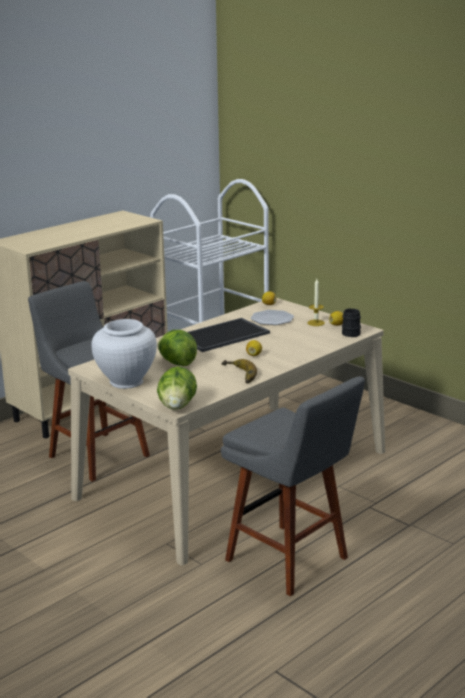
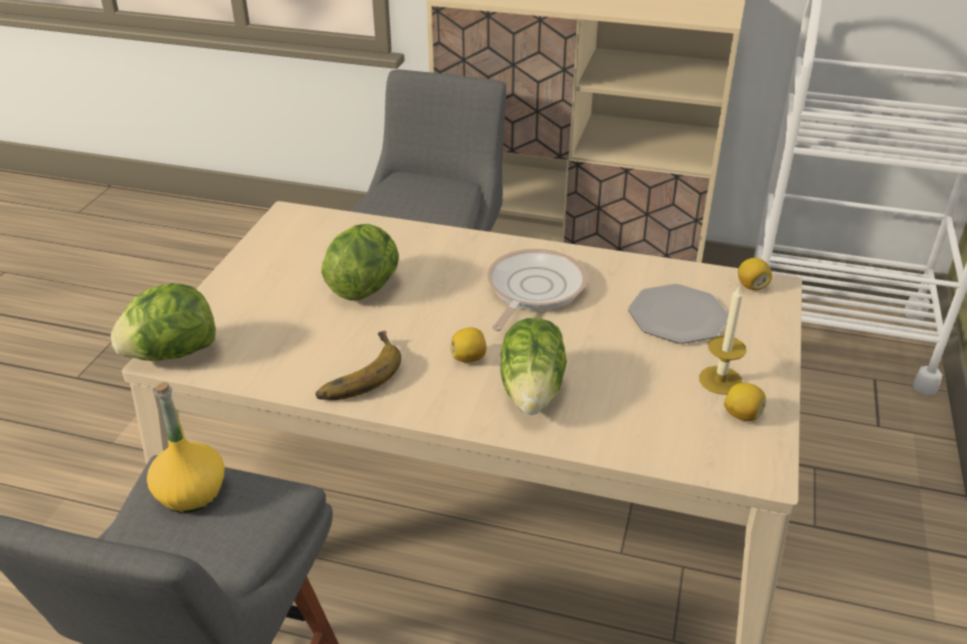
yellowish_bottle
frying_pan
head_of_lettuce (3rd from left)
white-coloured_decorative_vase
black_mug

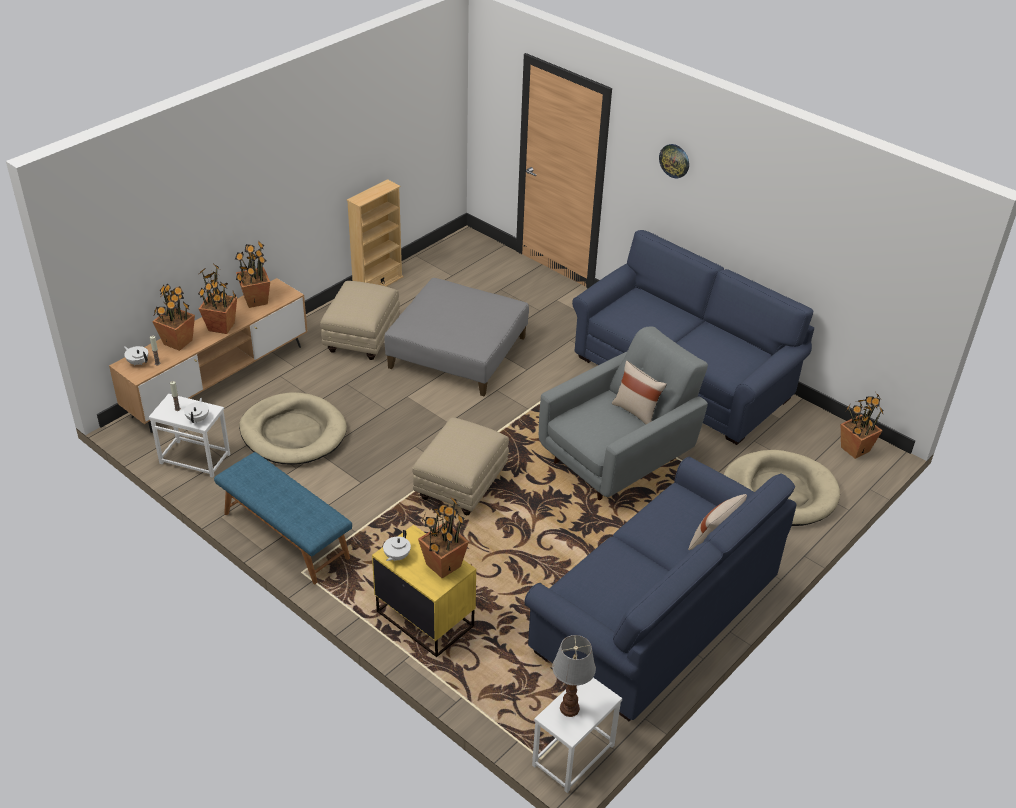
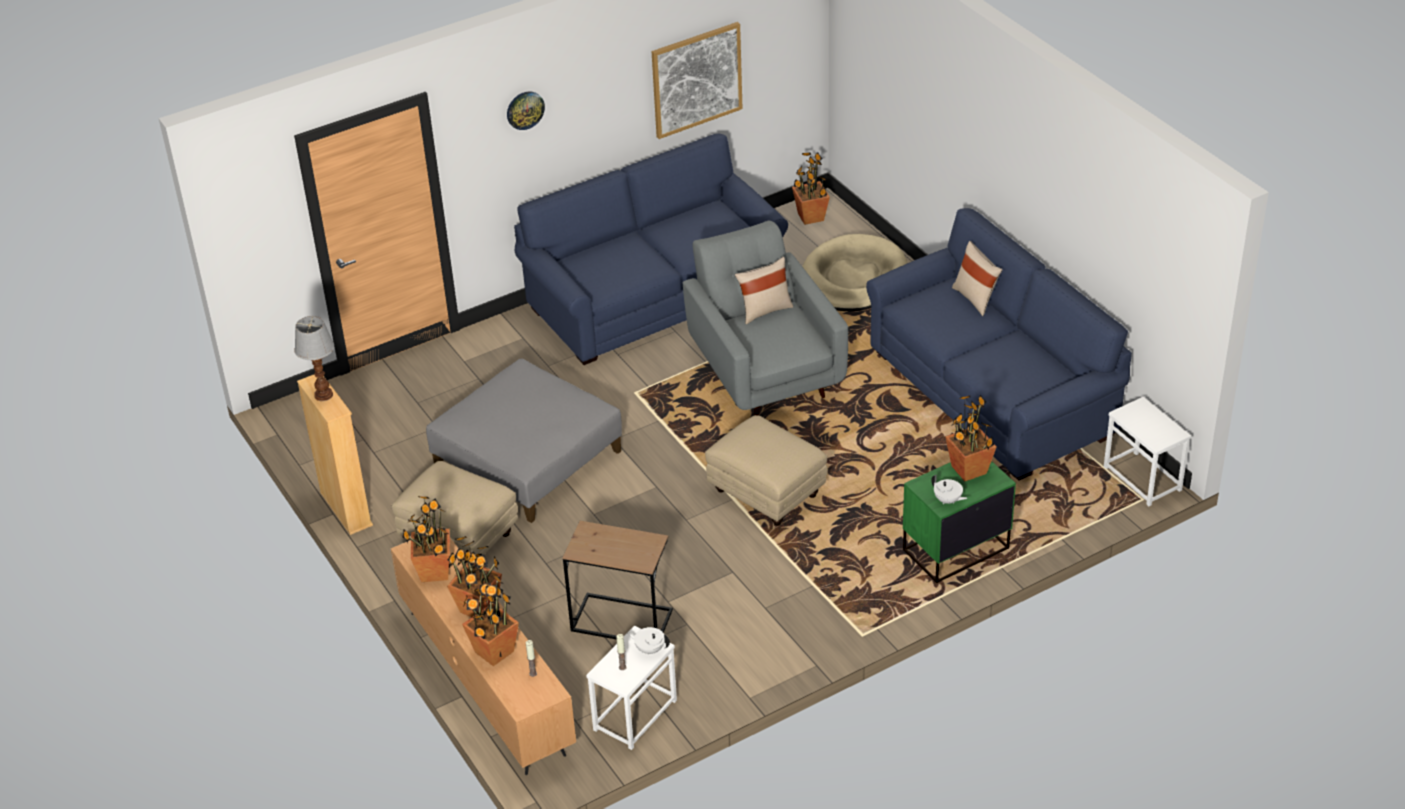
lamp_for_a_table
brownish_accent_table
wall_art
green_nightstand
white-coloured_pot_for_tea (1st from left in the first image)
blue_indoor_bench

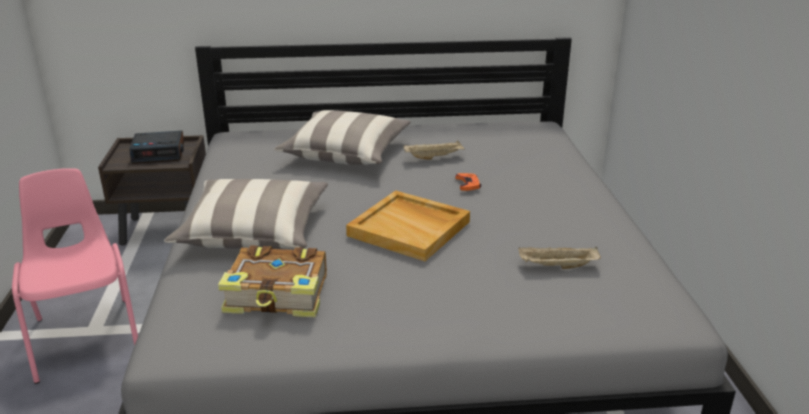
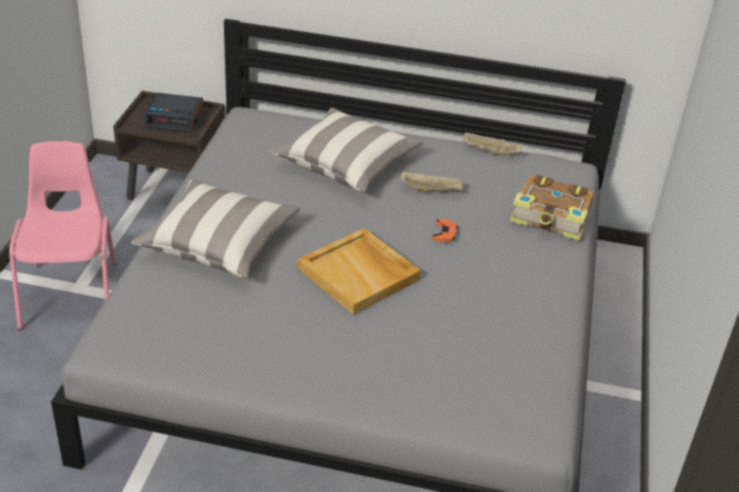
sand-coloured_tray (3rd from left)
bound_book

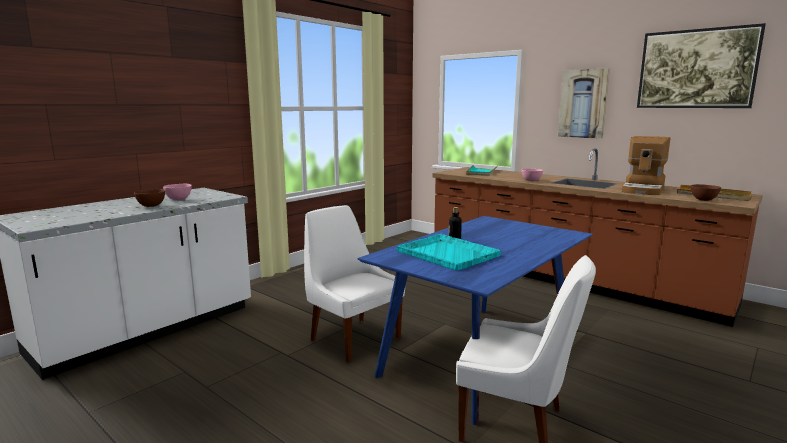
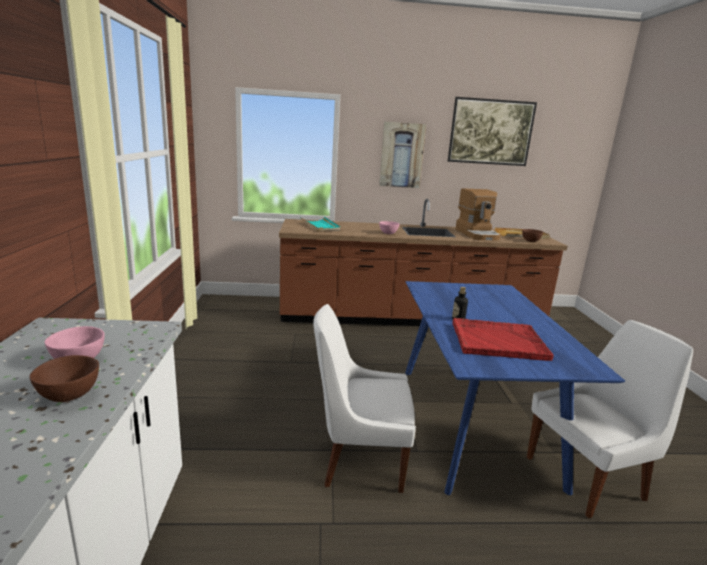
reddish_tray

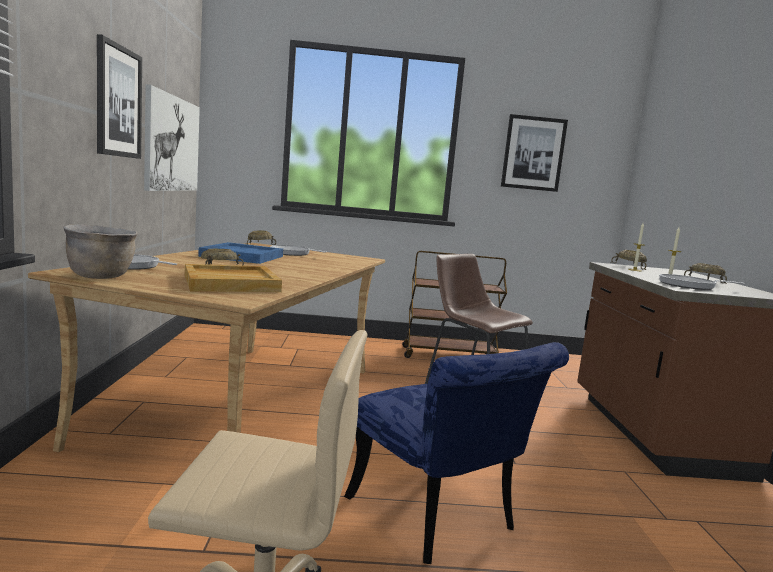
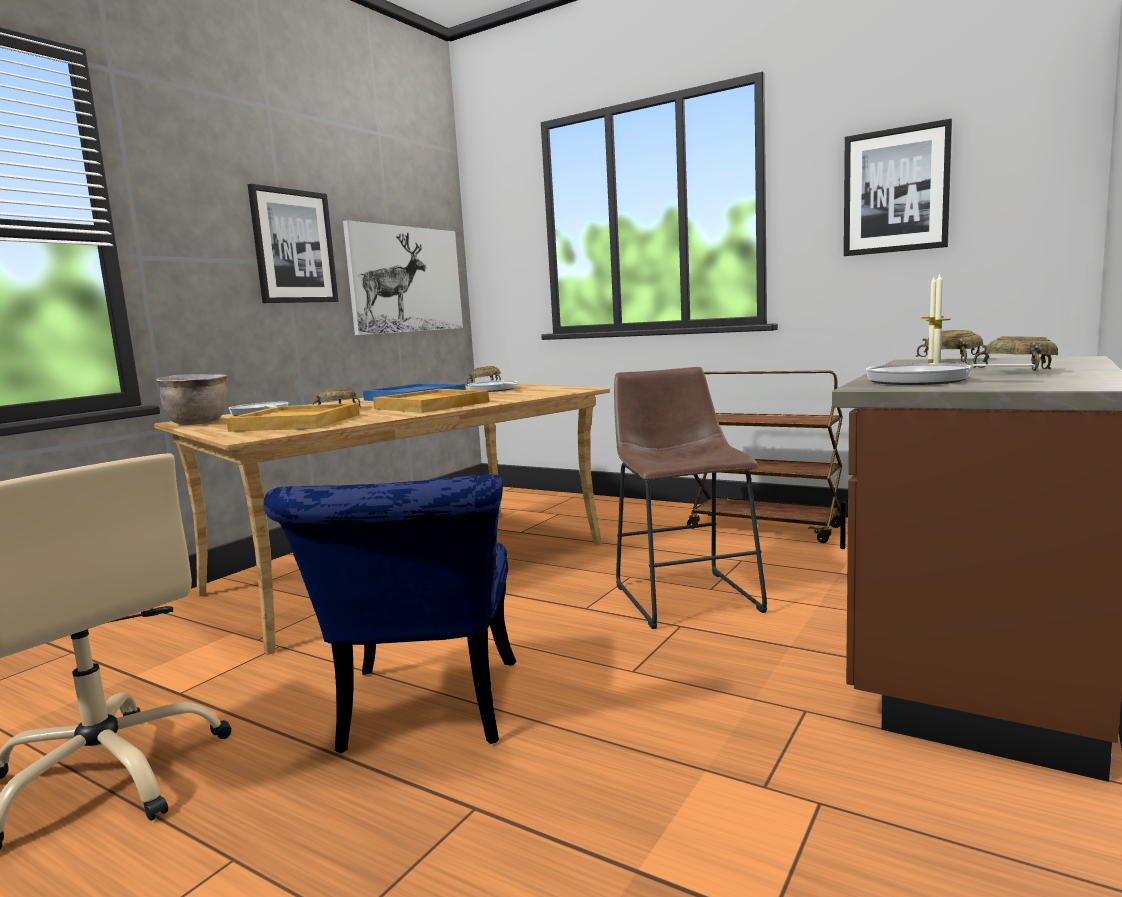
sand-coloured_tray (2nd from left)

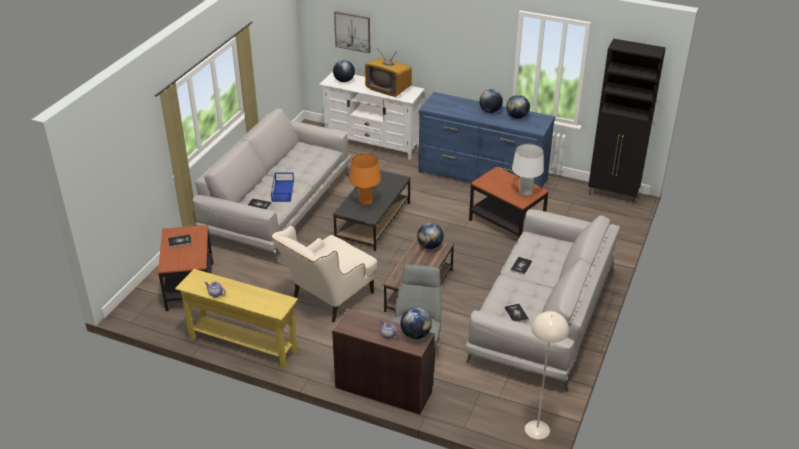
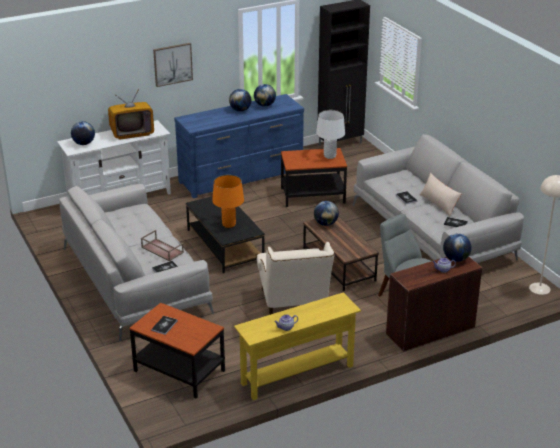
brownish_tray
wall_art
sand-coloured_cushion

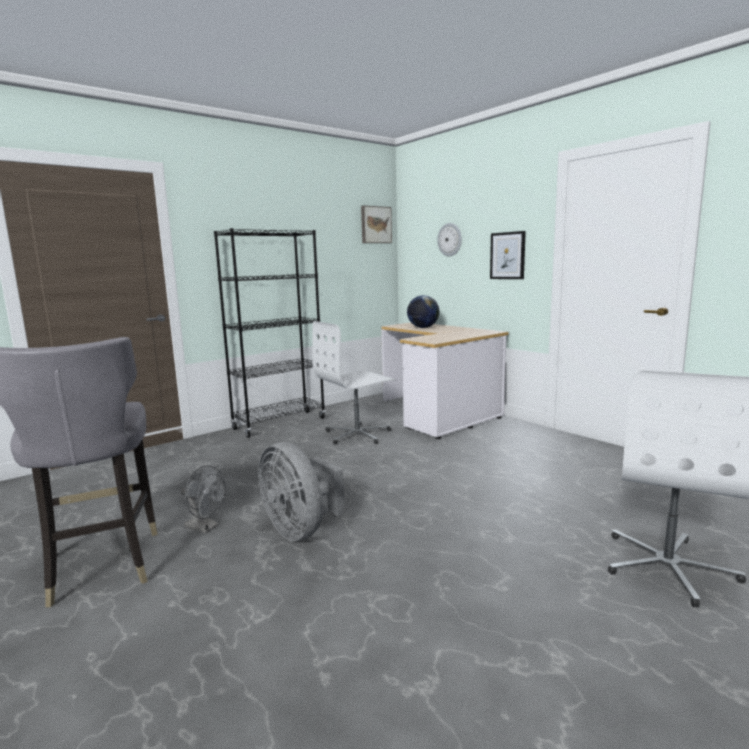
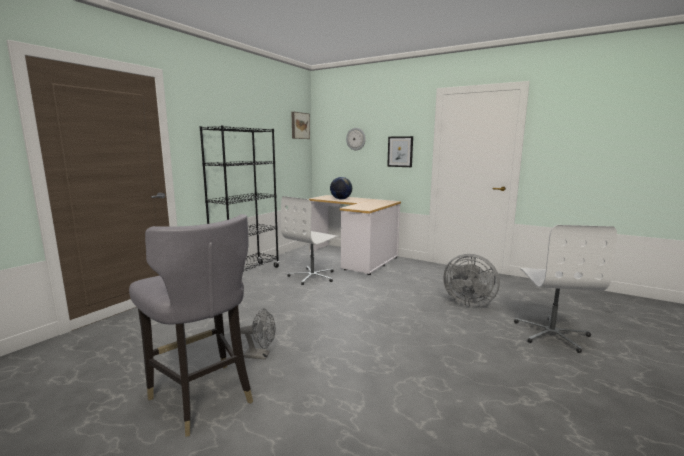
grey_fan (2nd from left)

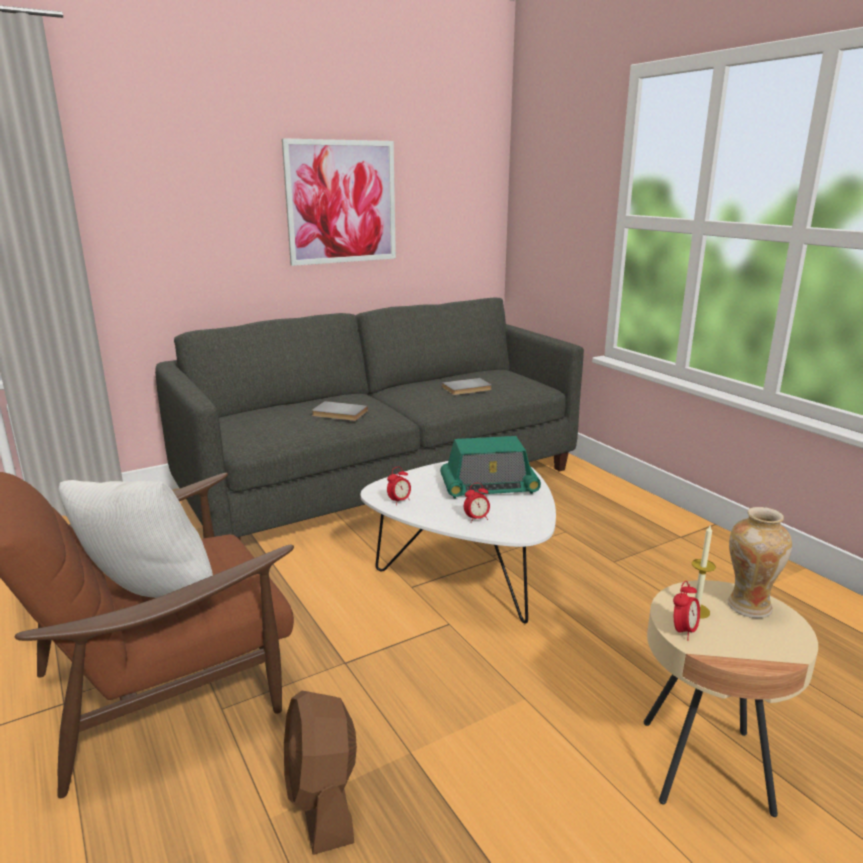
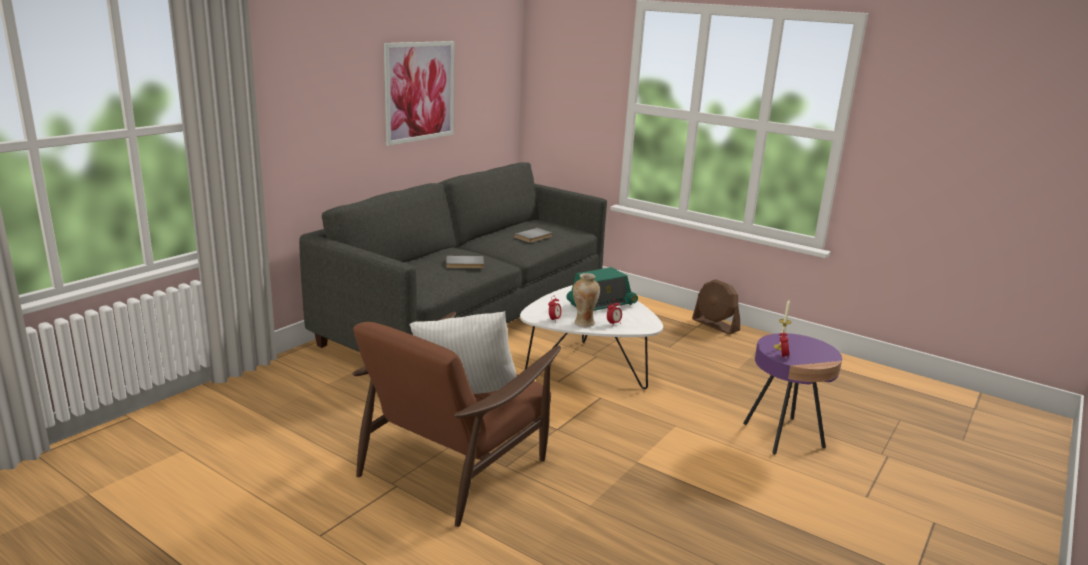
decorative_vase
brownish_fan
purple-coloured_accent_table

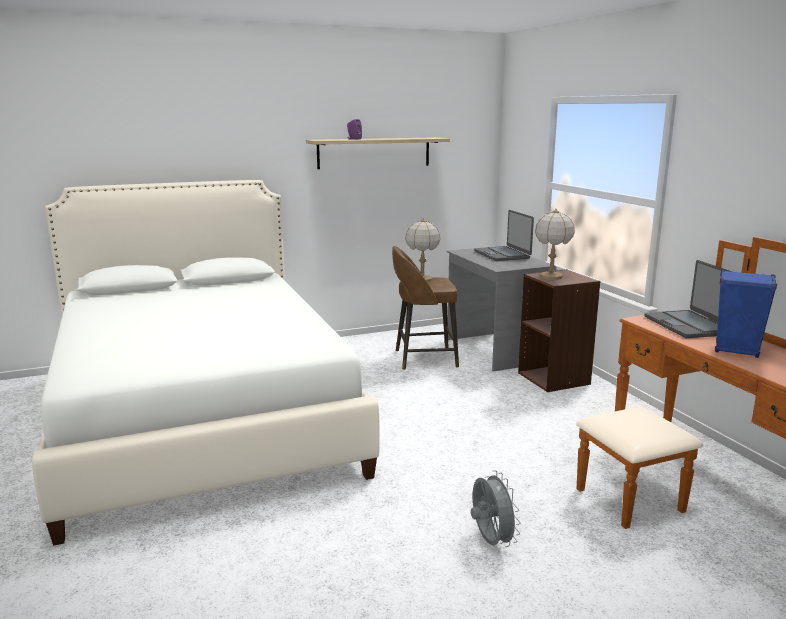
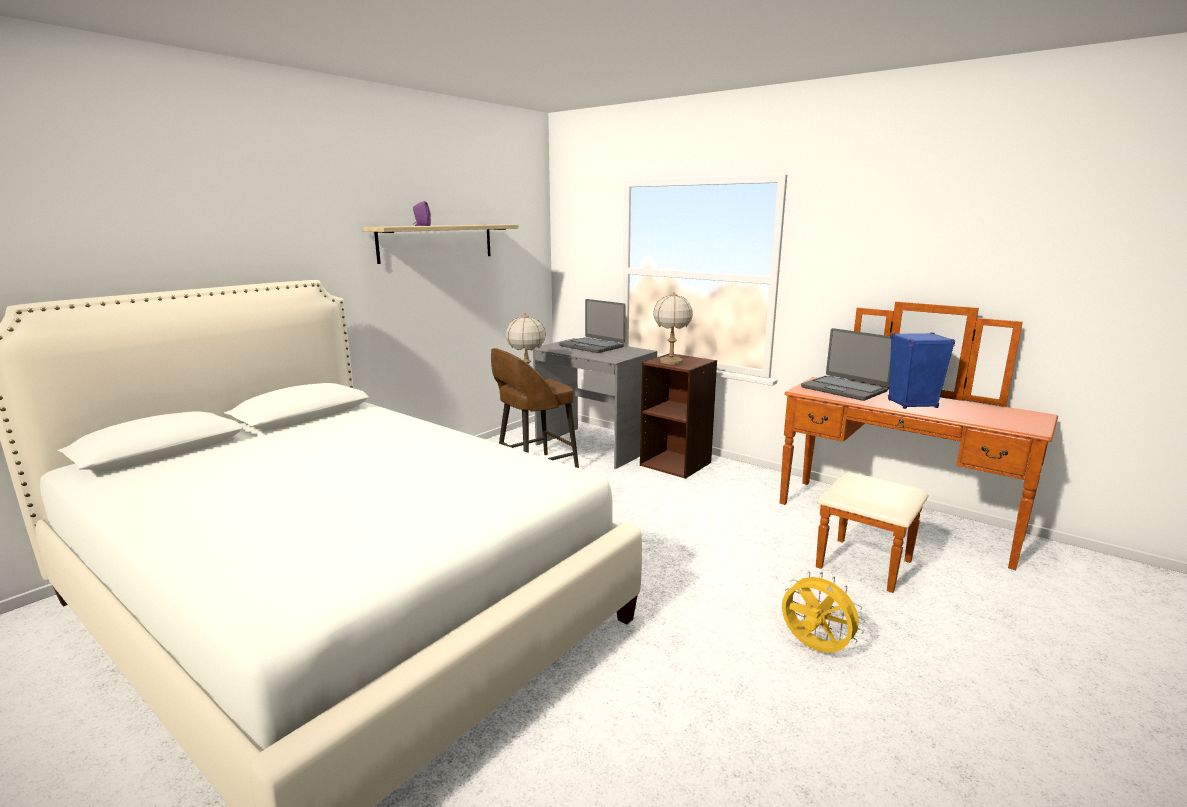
yellowish_fan

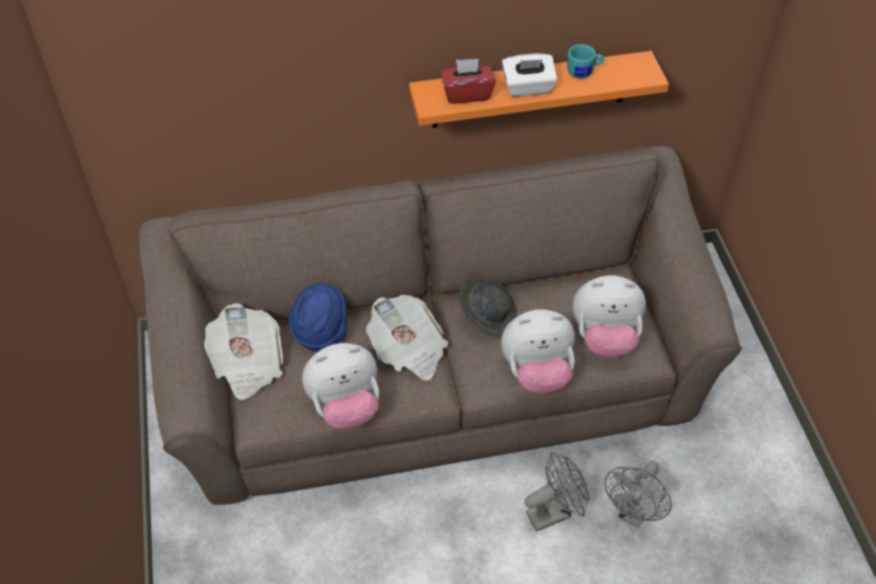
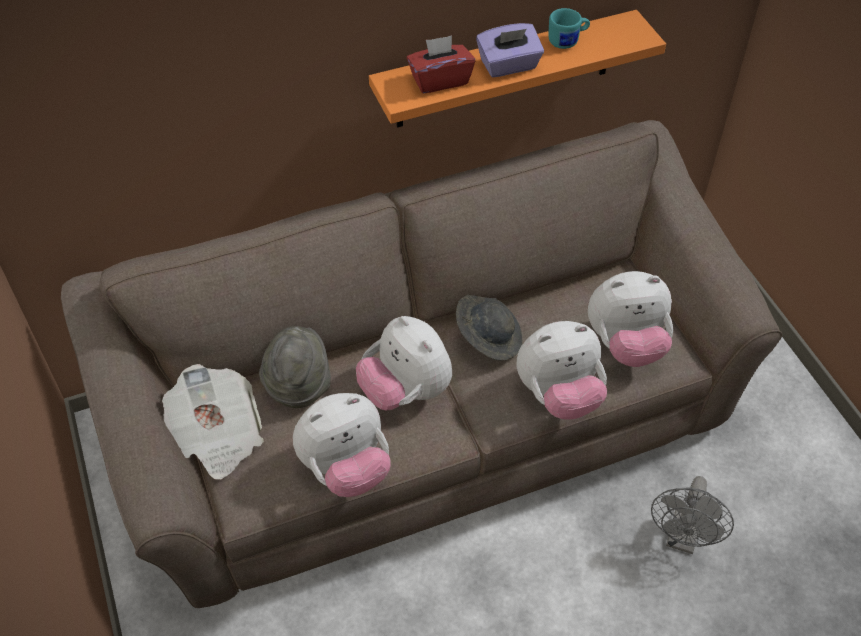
grey_hat (1st from left)
plush_toy (2nd from left)
purple-coloured_box_of_tissues
grey_fan (1st from left in the first image)

